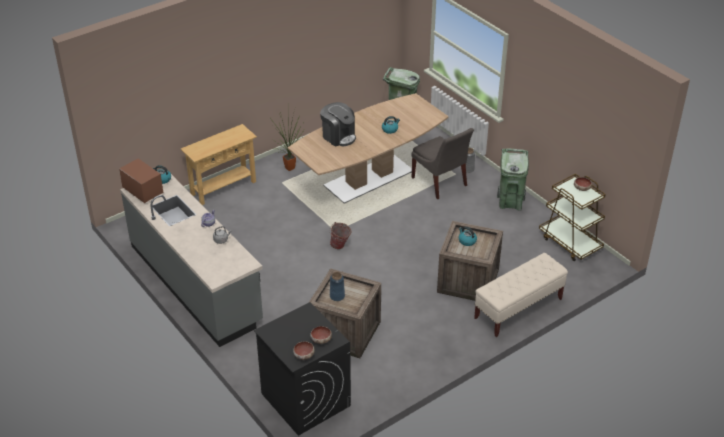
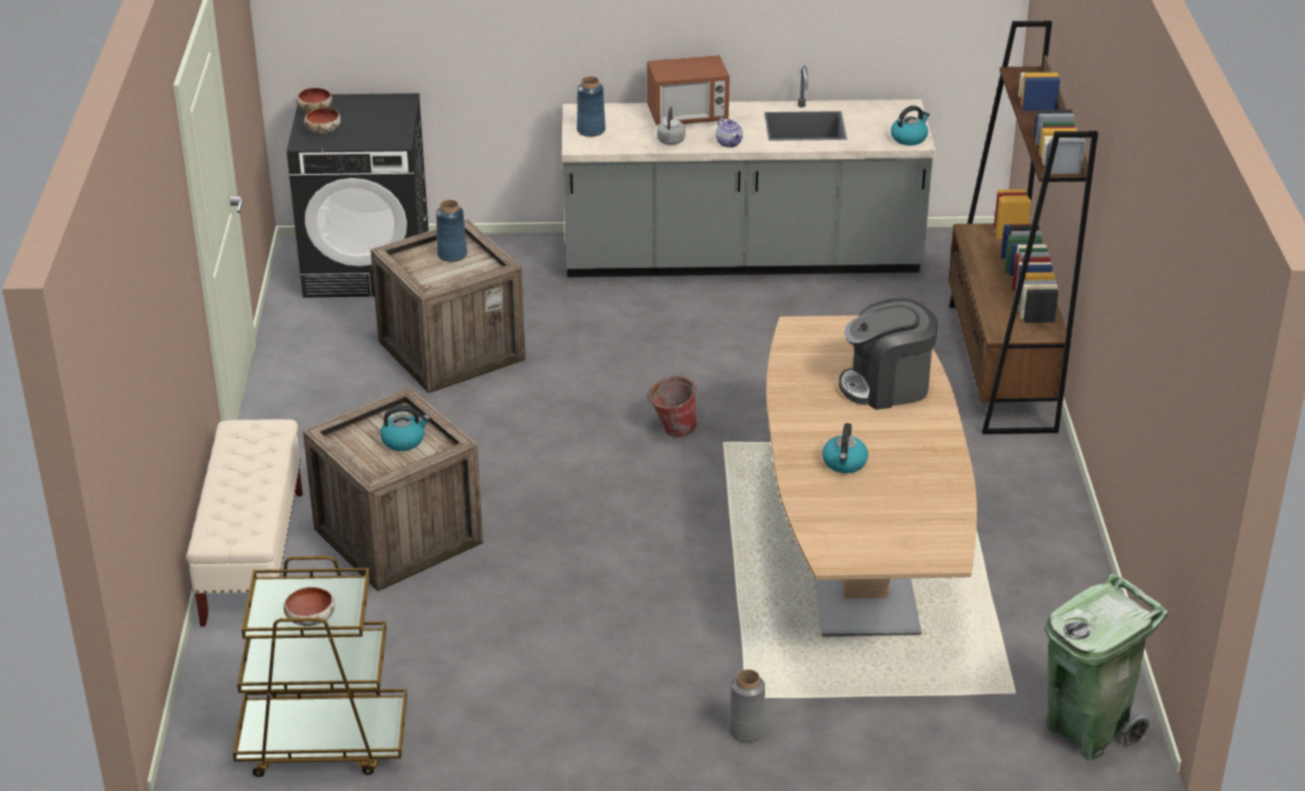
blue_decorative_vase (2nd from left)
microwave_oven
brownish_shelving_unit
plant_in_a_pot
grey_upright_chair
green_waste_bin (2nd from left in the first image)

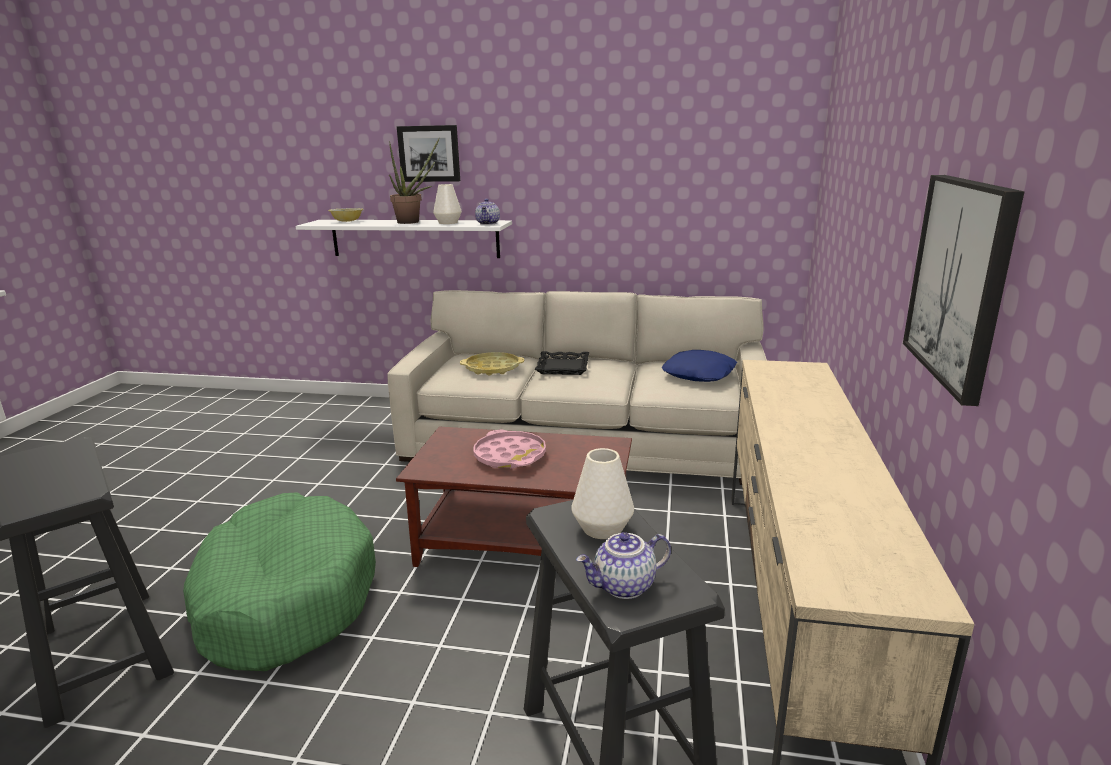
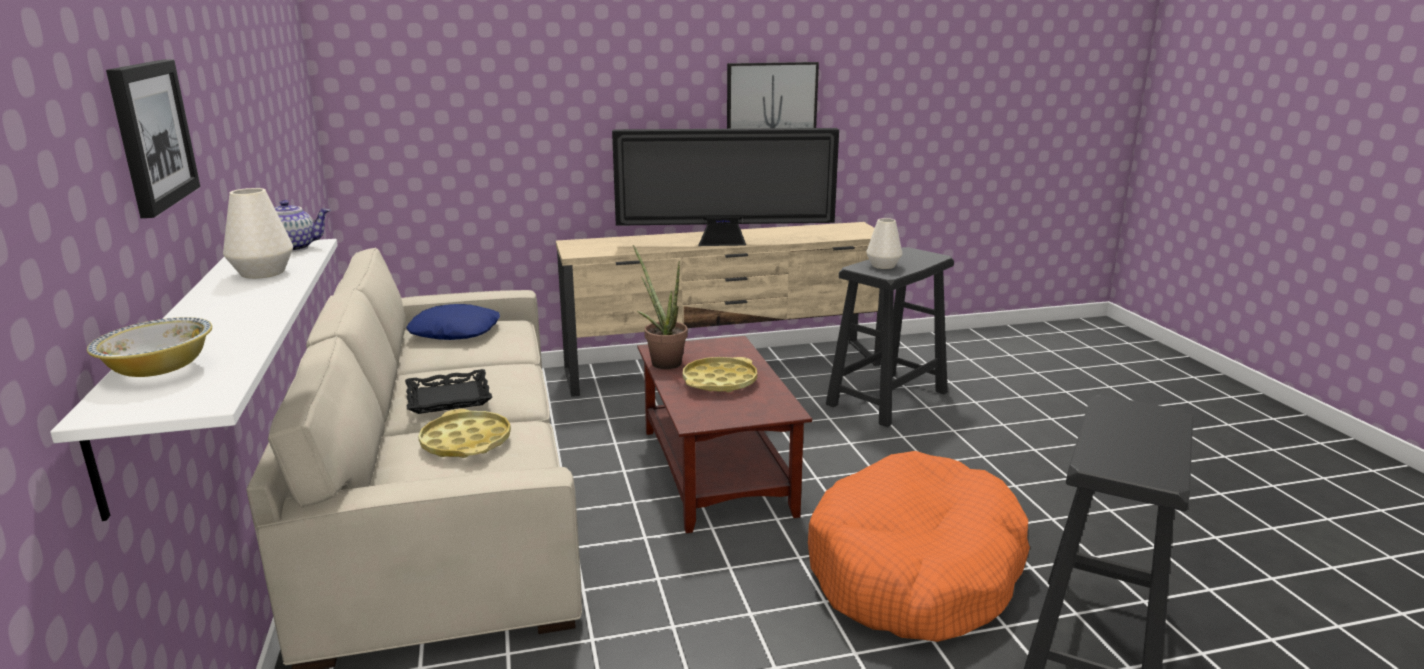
television
plant_in_a_pot
yellowish_tray (2nd from left)
orange_pet_bed
pot_for_tea (2nd from left in the first image)

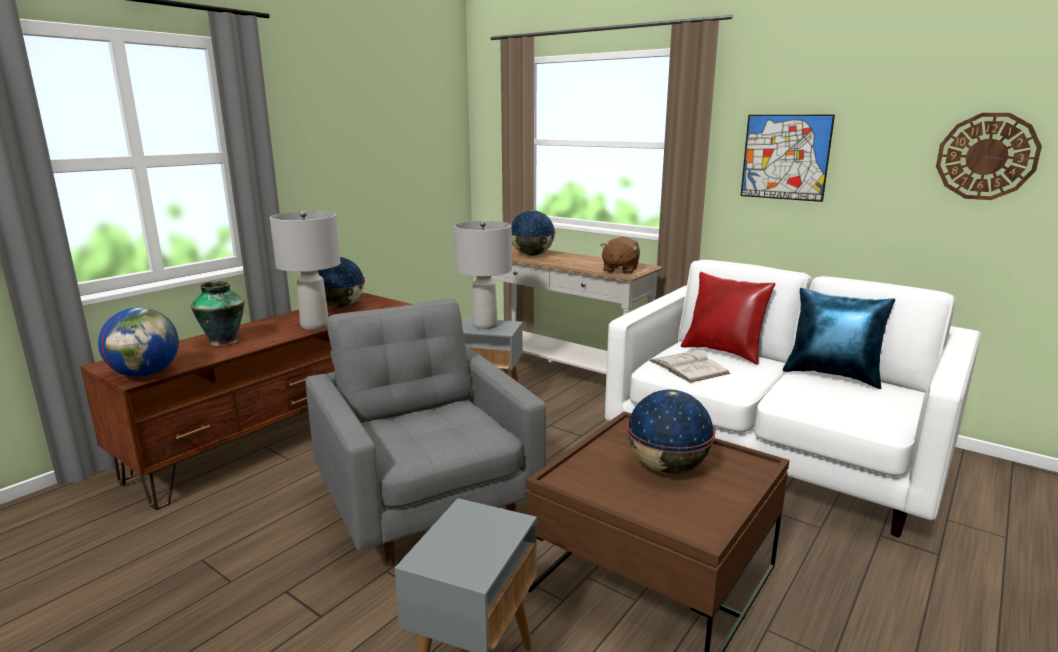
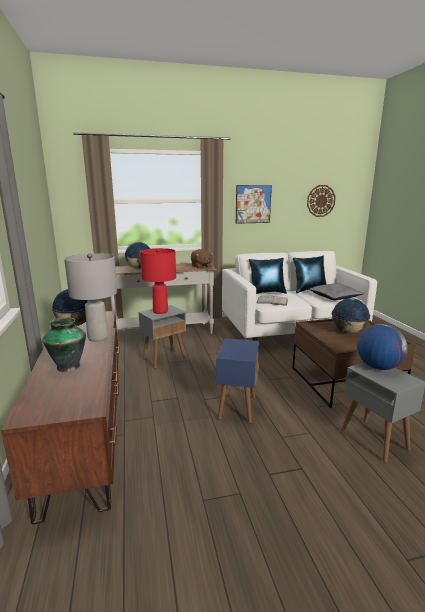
reddish_lamp_for_a_table
blue_accent_table
blue_cushion (1st from left)
grey_cushion
globe (4th from left)

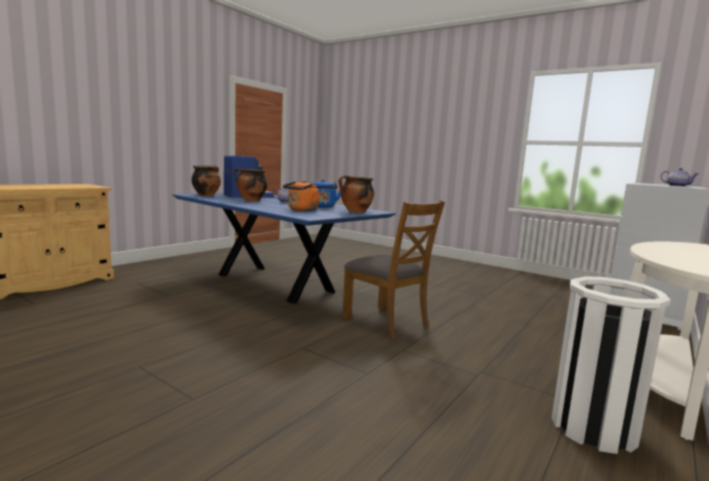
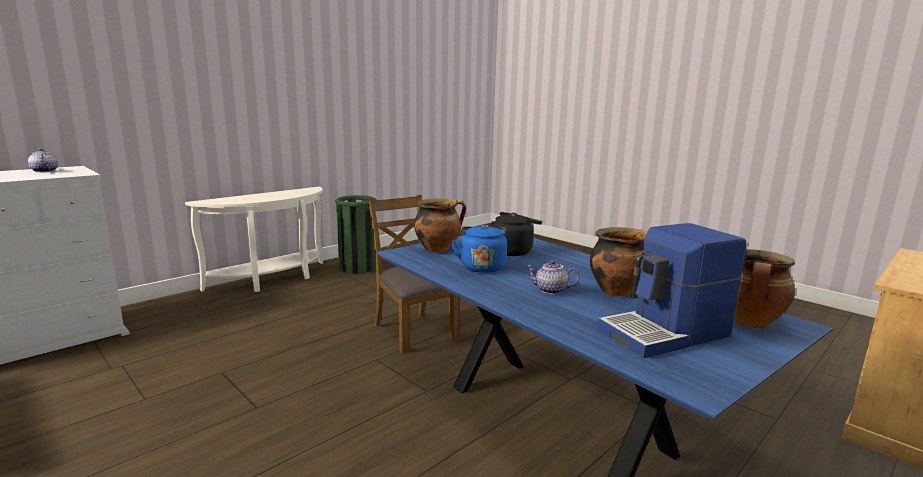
green_waste_bin
black_water_kettle

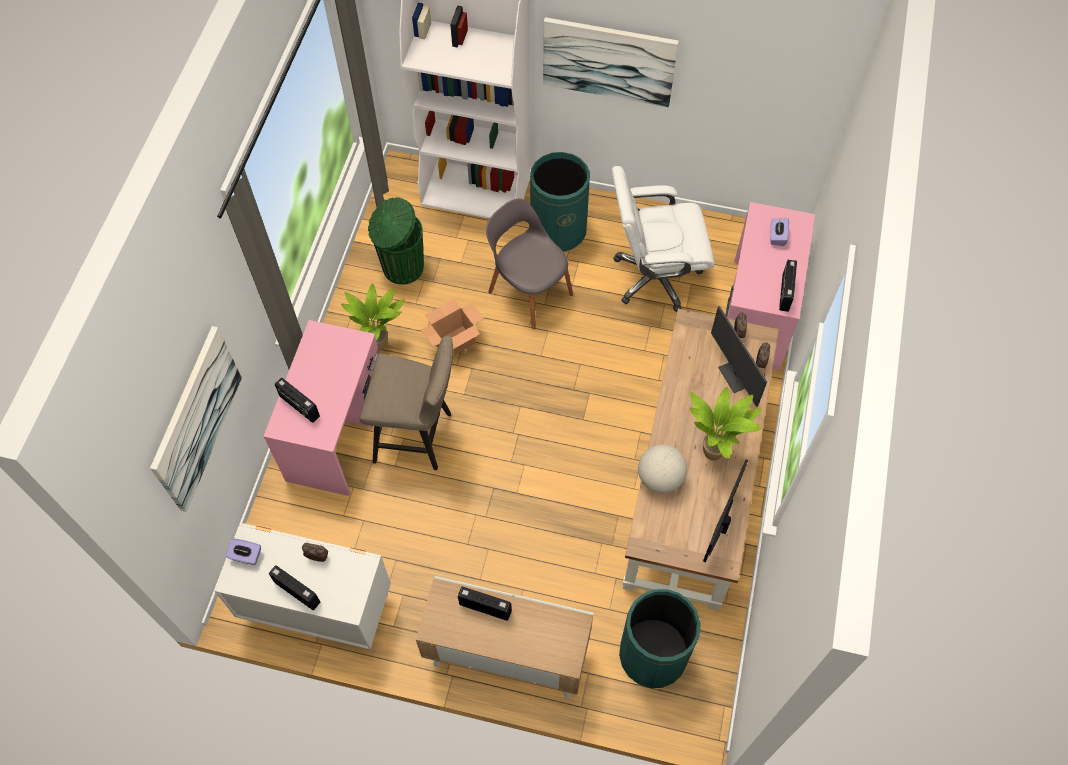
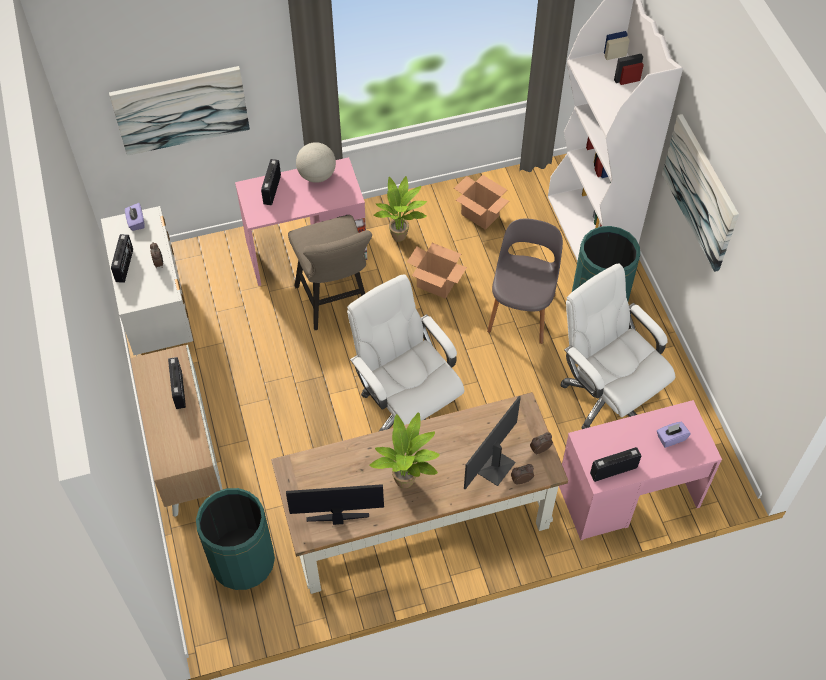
globe
white-coloured_office_chair (1st from left)
carton (2nd from left)

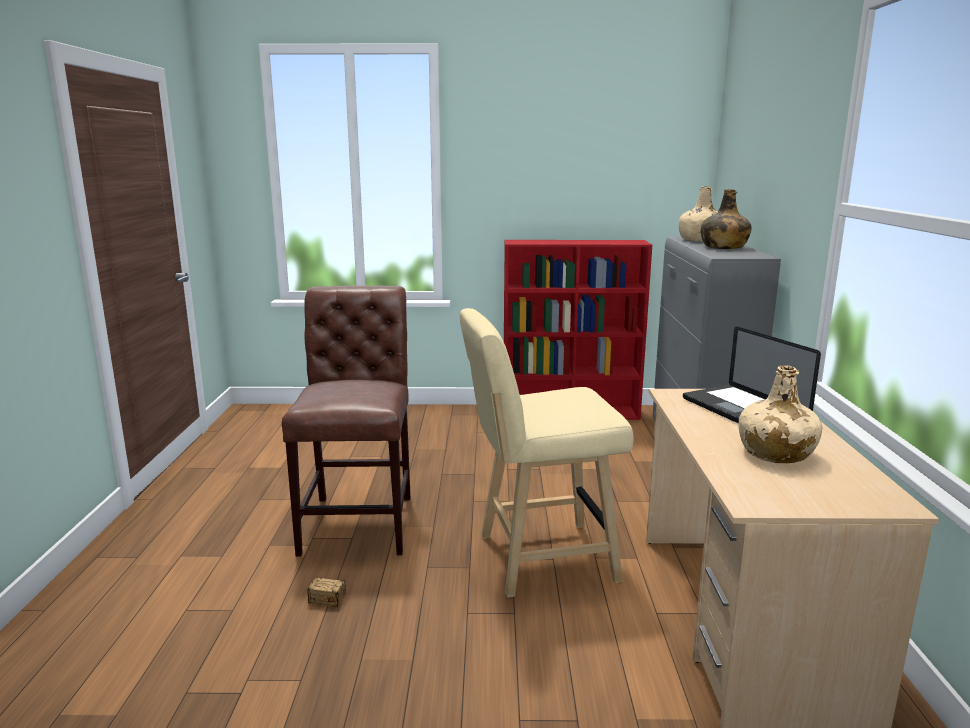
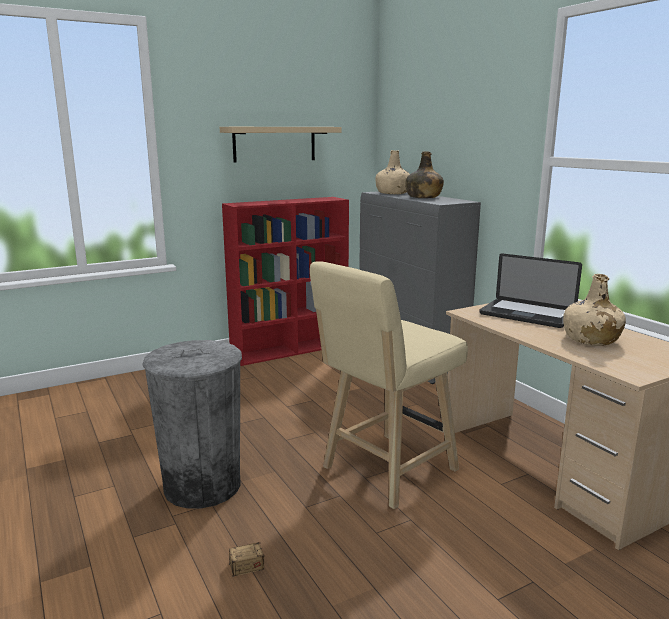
grey_waste_bin
sand-coloured_shelf

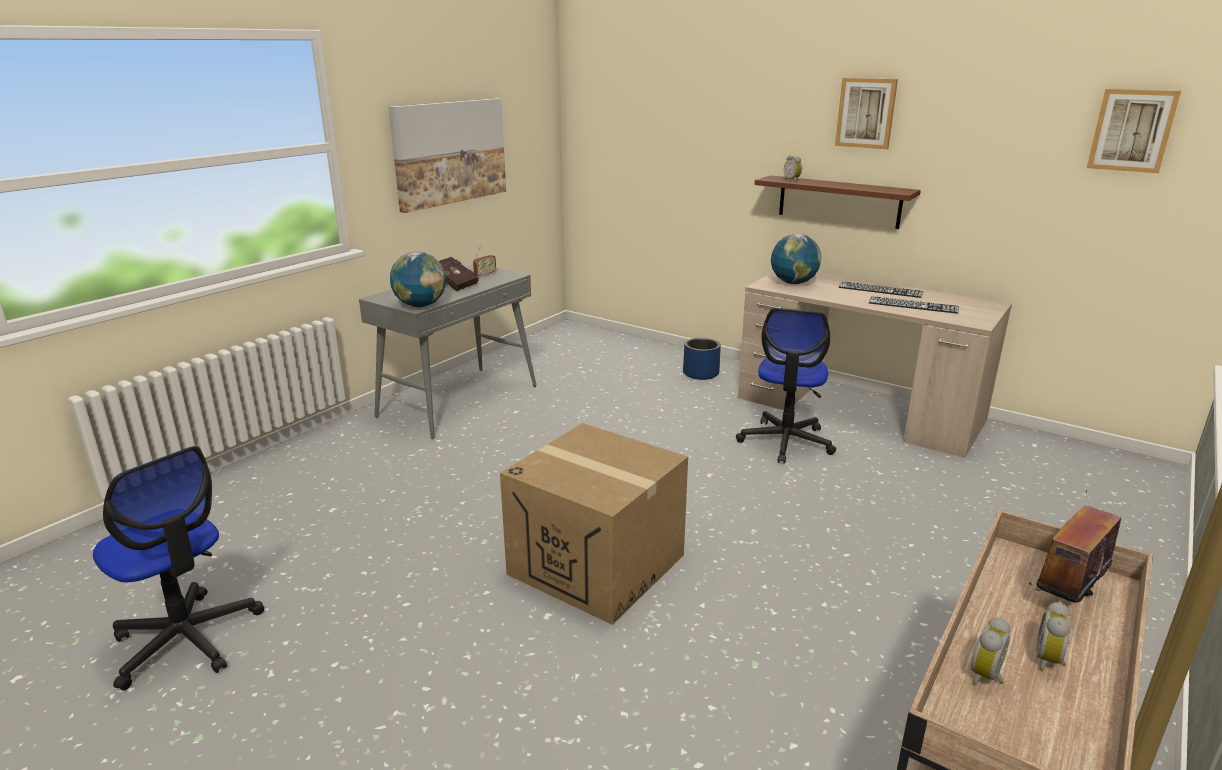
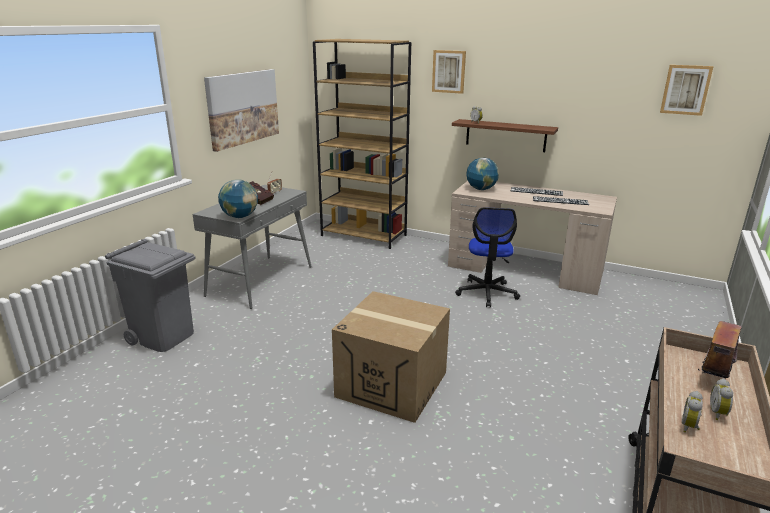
grey_waste_bin
brownish_shelving_unit
wall_art (2nd from left)
office_chair (1st from left in the first image)
blue_planter

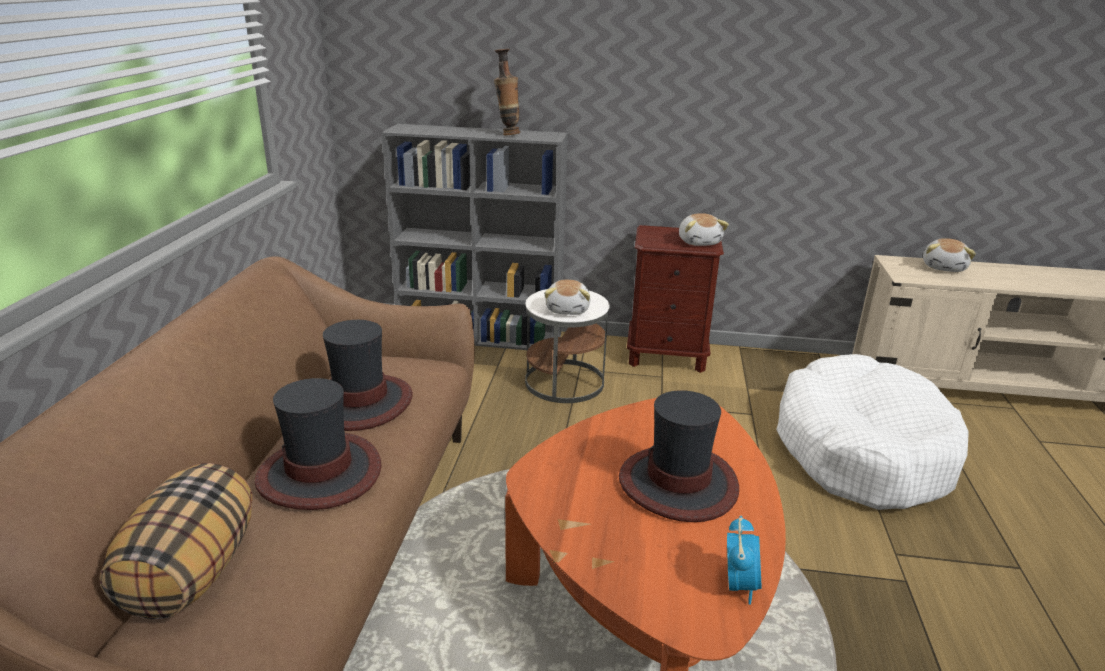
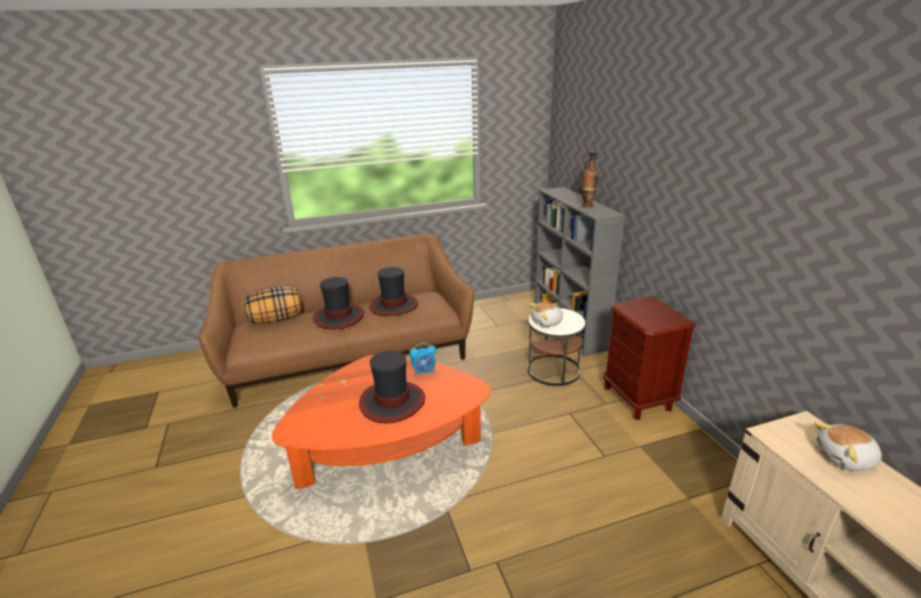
table_clock
plush_toy (2nd from left in the first image)
white-coloured_pet_bed

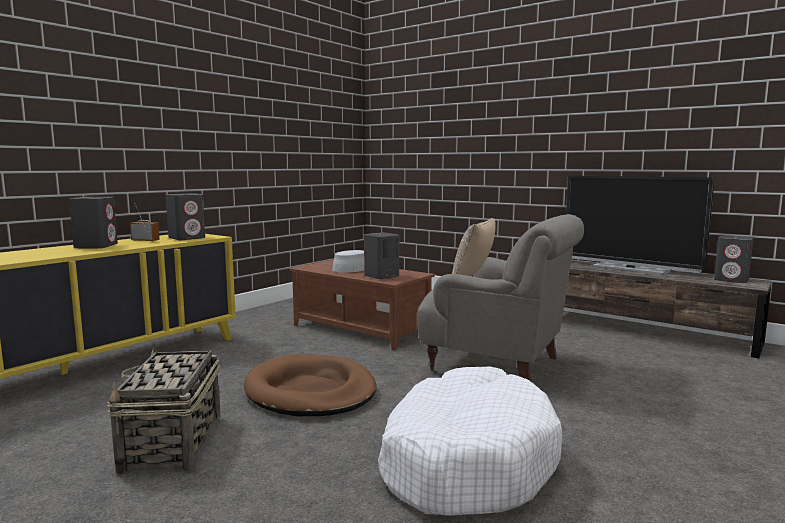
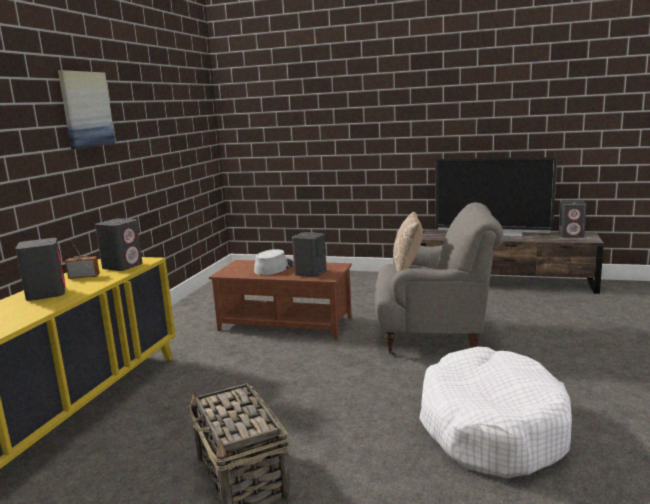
wall_art
brownish_pet_bed

